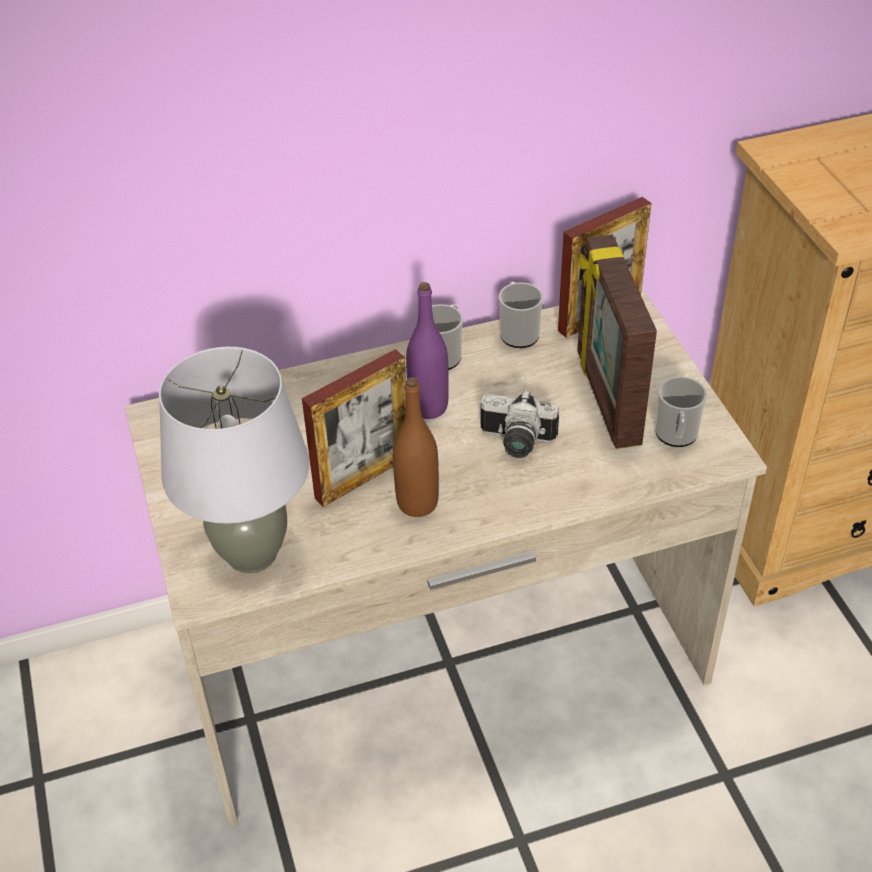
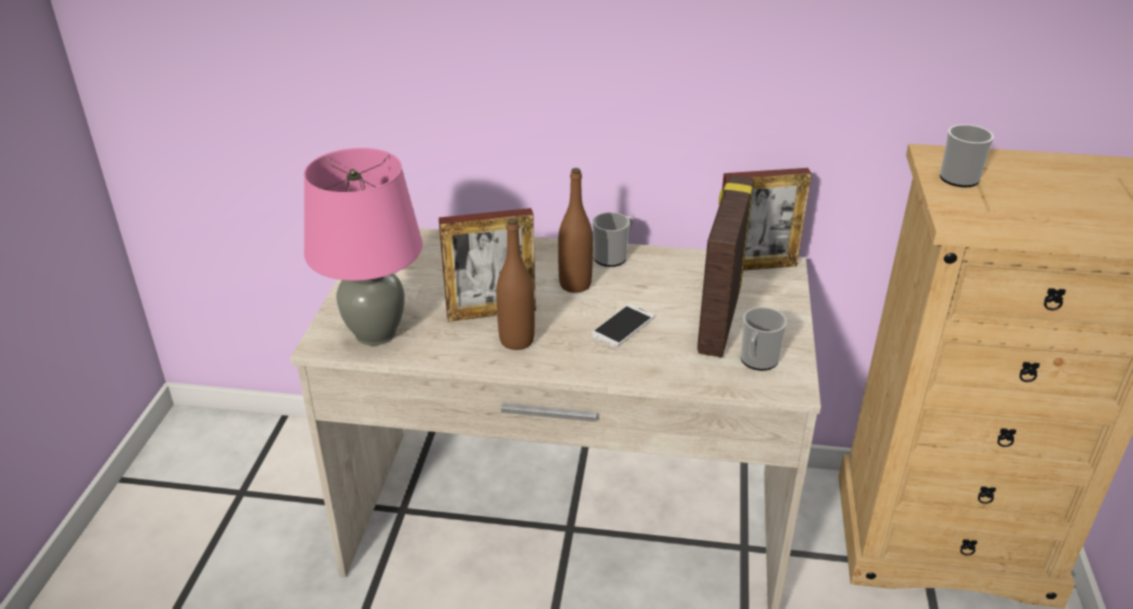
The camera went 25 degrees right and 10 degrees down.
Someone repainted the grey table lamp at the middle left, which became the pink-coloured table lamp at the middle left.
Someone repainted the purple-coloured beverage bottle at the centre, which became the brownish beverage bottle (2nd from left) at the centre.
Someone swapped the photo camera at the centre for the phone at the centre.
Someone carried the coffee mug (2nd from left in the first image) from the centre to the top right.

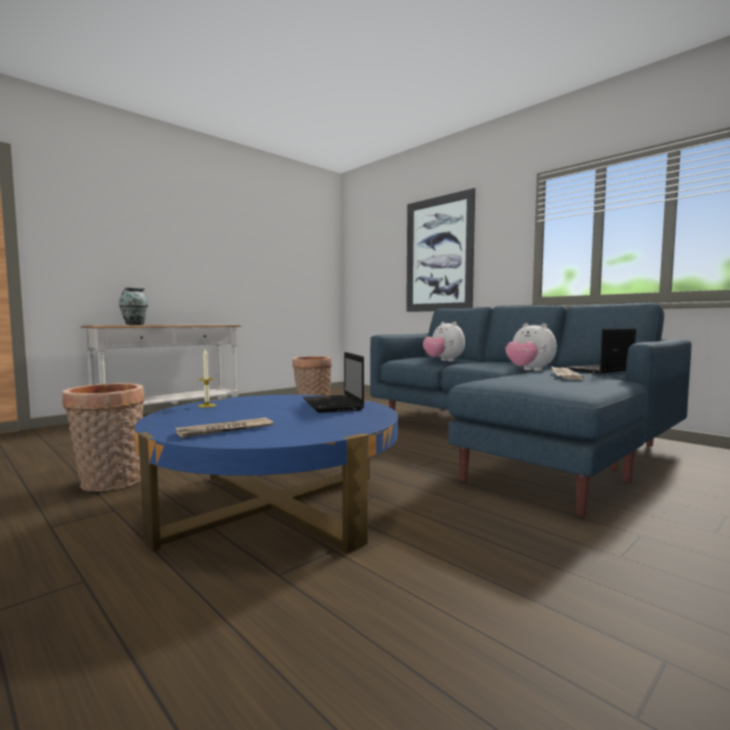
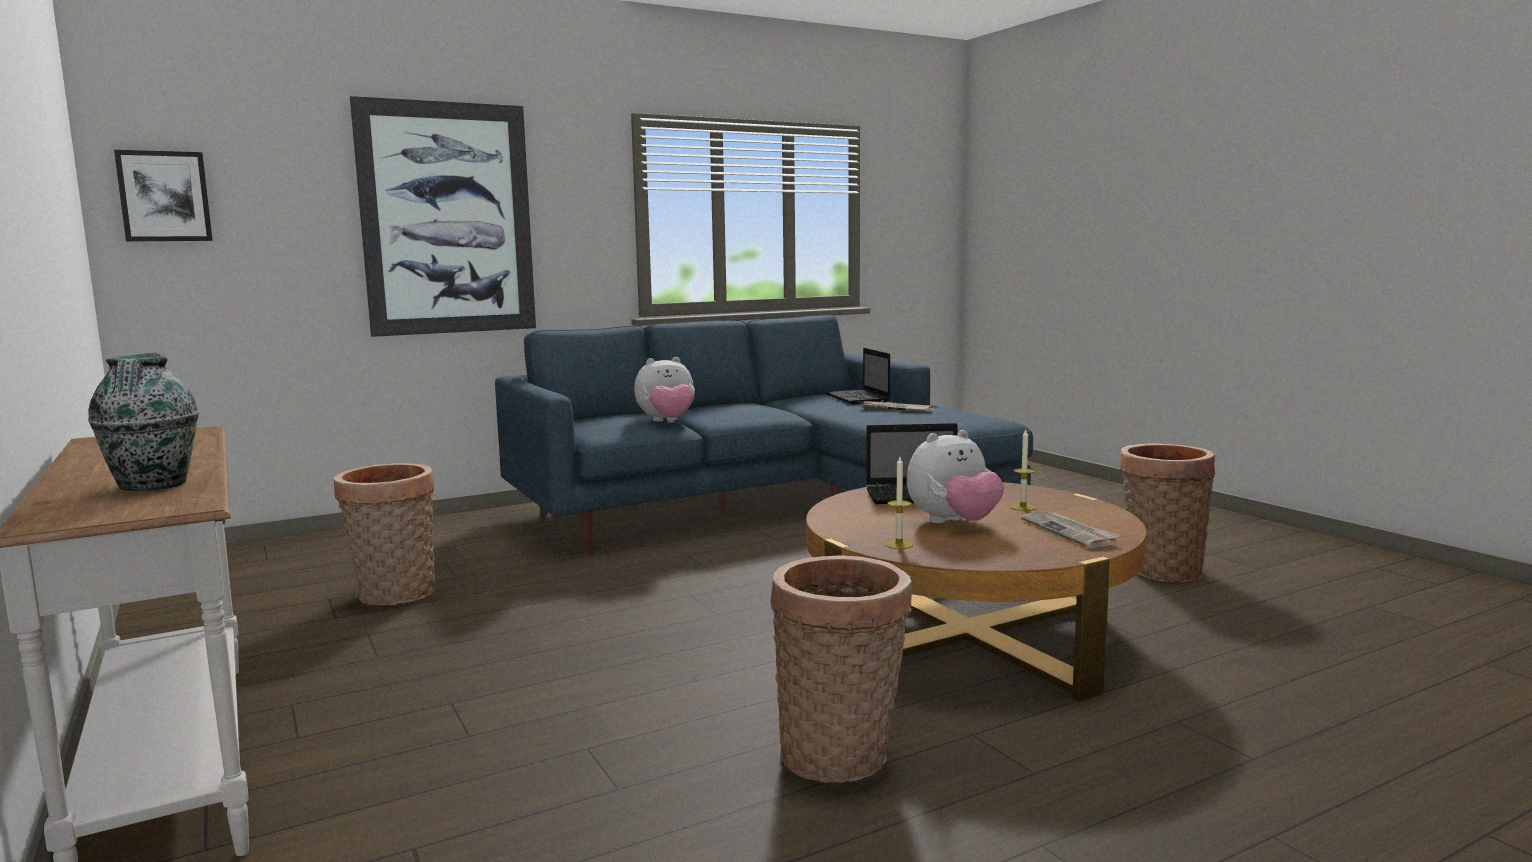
The camera went 75 degrees left and 5 degrees up.
Someone repainted the bluish coffee table at the centre, which became the brownish coffee table at the bottom centre.
Someone carried the cuddly toy (2nd from left) from the middle right to the centre.
Someone put up the wall art (1st from left) at the top left.
Someone put down the wax candle (2nd from left) at the middle right.
Someone put down the basket (3rd from left) at the middle right.

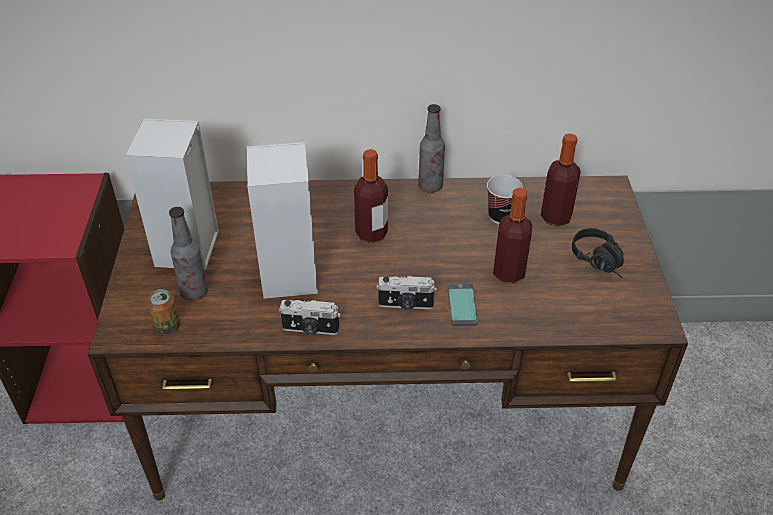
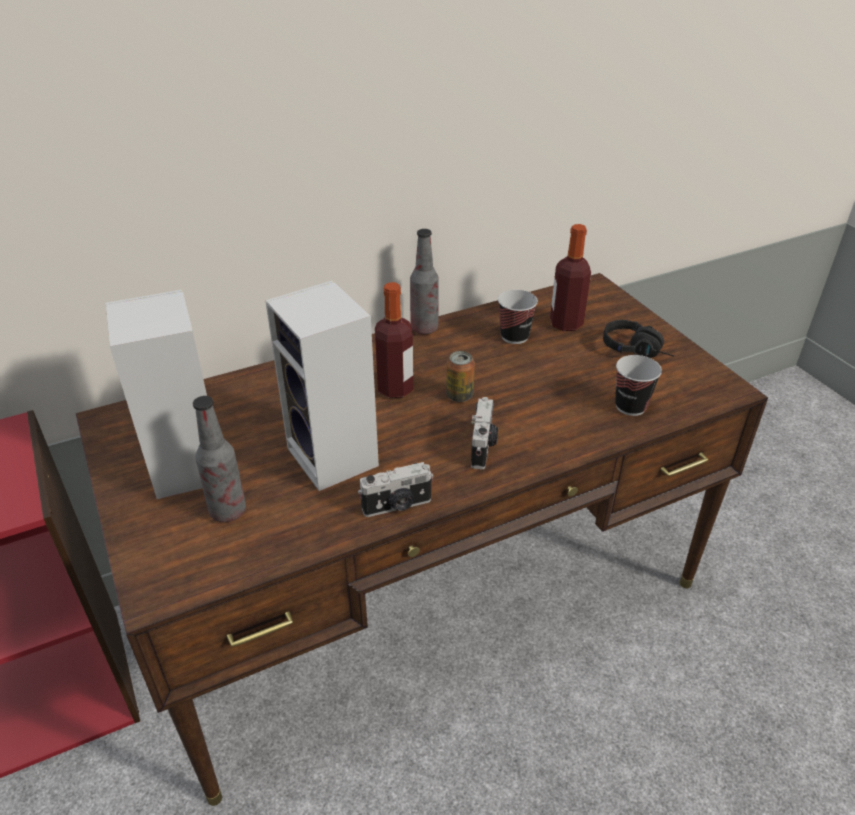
The camera went 25 degrees left and 5 degrees down.
Someone carried the can from the middle left to the centre.
Someone rotated the photo camera (2nd from left) at the centre by 60 degrees counterclockwise.
Someone took away the phone at the centre.
Someone took away the beverage bottle (4th from left) at the centre.
Someone put down the cup (2nd from left) at the middle right.

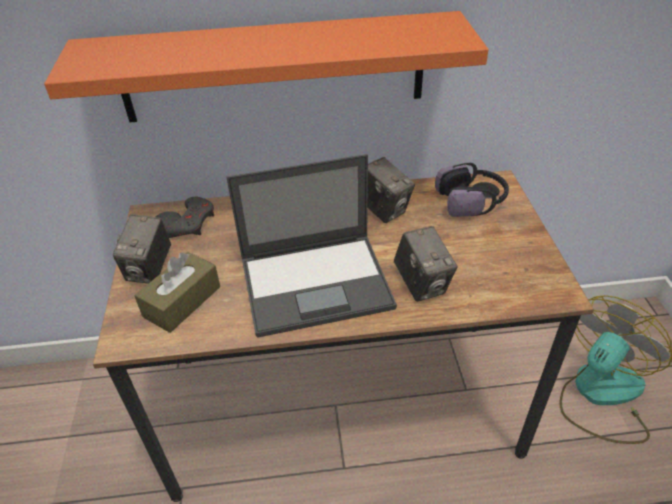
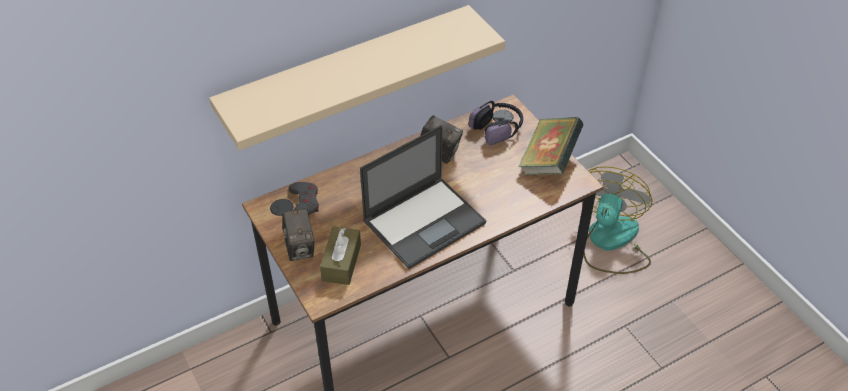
The camera went 25 degrees left and 5 degrees up.
Someone repainted the orangey bracket shelf at the top centre, which became the beige-coloured bracket shelf at the top centre.
Someone took away the photo camera (3rd from left) at the centre.
Someone put down the volume at the centre.

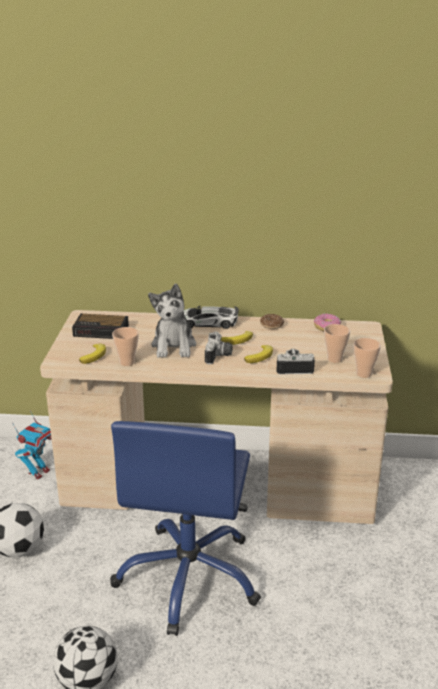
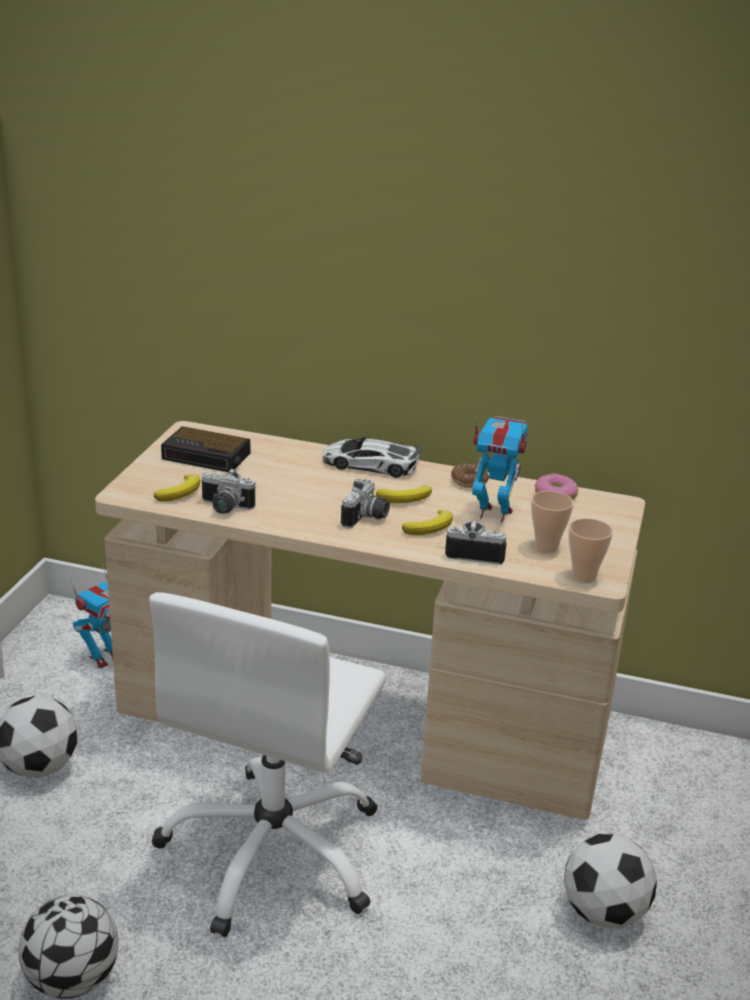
The camera went 10 degrees right and 0 degrees up.
Someone repainted the bluish computer chair at the bottom centre, which became the whitish computer chair at the bottom centre.
Someone swapped the cup (1st from left) at the middle left for the photo camera (1st from left) at the middle left.
Someone took away the cuddly toy at the centre.
Someone put down the toy robot (2nd from left) at the middle right.
Someone put down the football ball (3rd from left) at the bottom right.

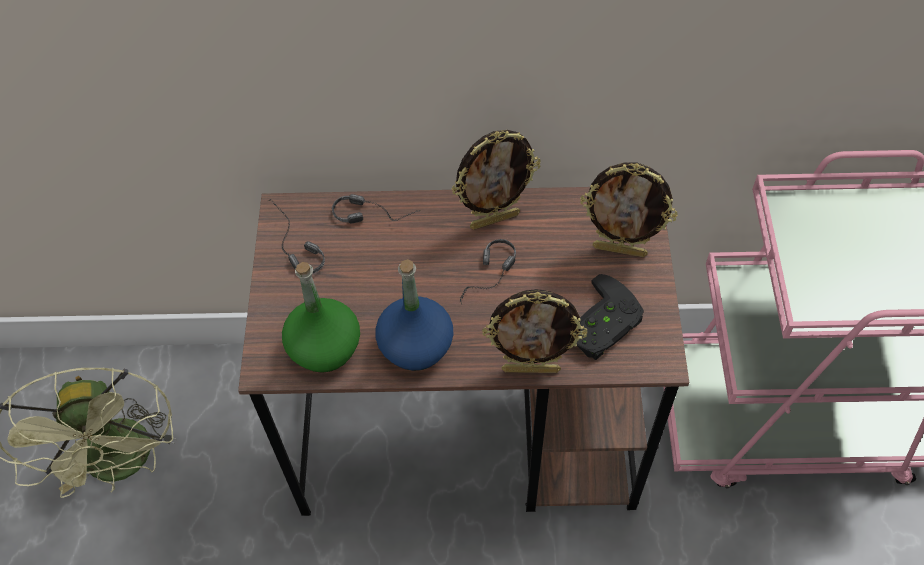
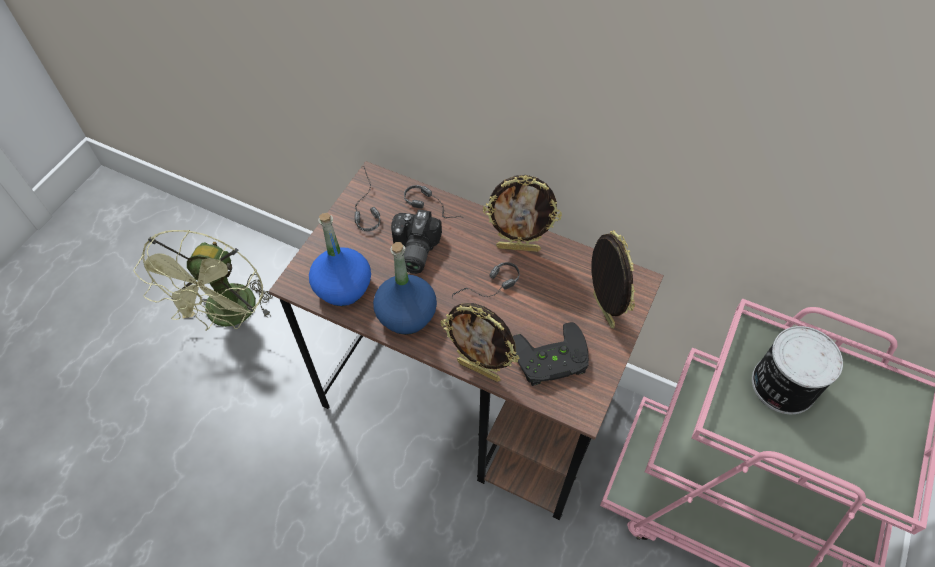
The camera went 25 degrees right and 0 degrees up.
Someone repainted the green-coloured beverage bottle at the centre, which became the bluish beverage bottle (1st from left) at the centre.
Someone rotated the picture frame (3rd from left) at the middle right by 150 degrees counterclockwise.
Someone put down the photo camera at the centre.
Someone put down the can at the middle right.

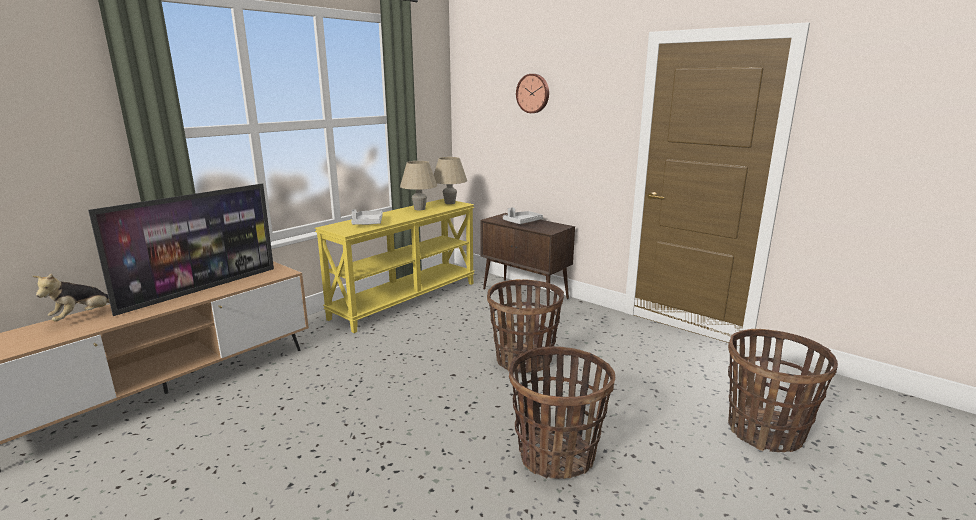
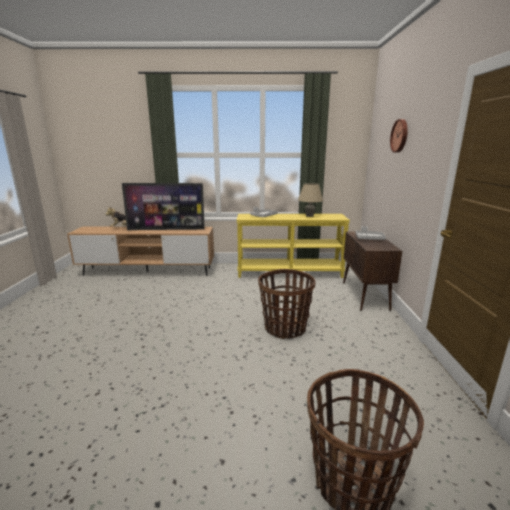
The camera went 50 degrees right and 0 degrees up.
Someone took away the beige-coloured table lamp (2nd from left) at the centre.
Someone took away the basket (2nd from left) at the bottom centre.

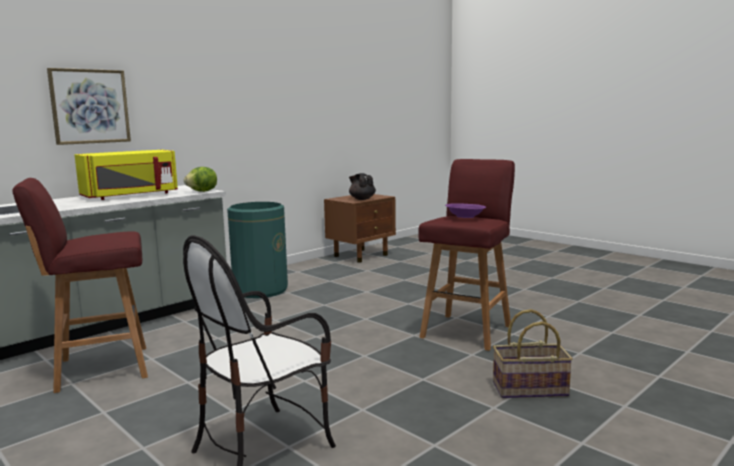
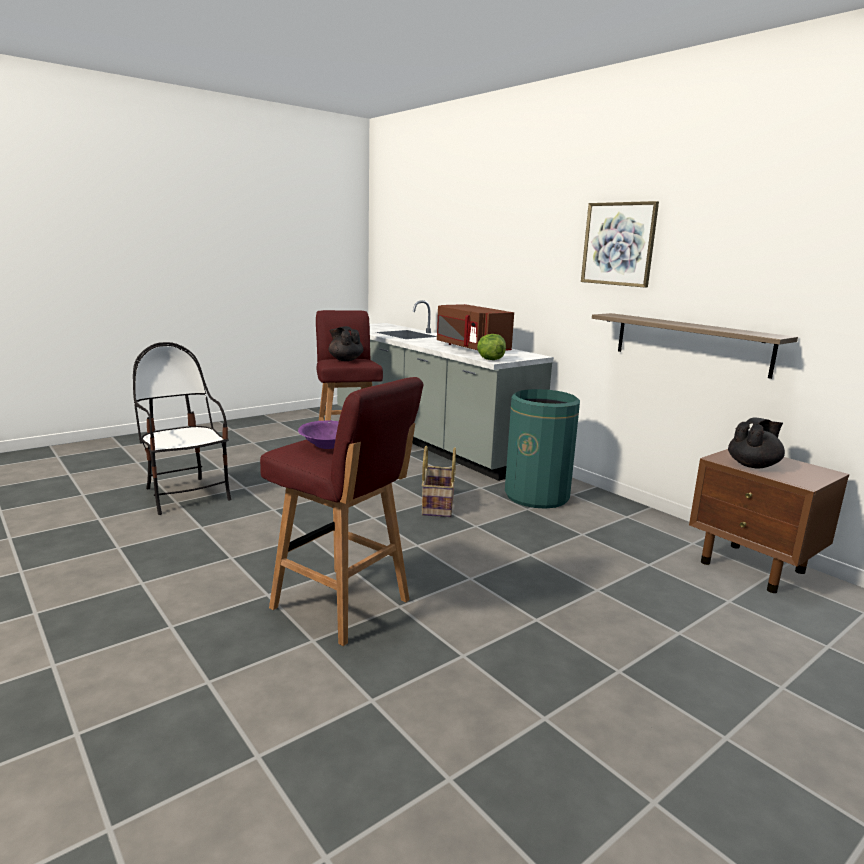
The camera went 95 degrees right and 5 degrees up.
Someone carried the wall art from the top left to the top right.
Someone repainted the yellow-coloured microwave oven at the middle left, which became the brownish microwave oven at the centre.
Someone carried the basket from the bottom right to the centre.
Someone put down the black-coloured pot for tea (1st from left) at the centre.
Someone put up the bracket shelf at the middle right.

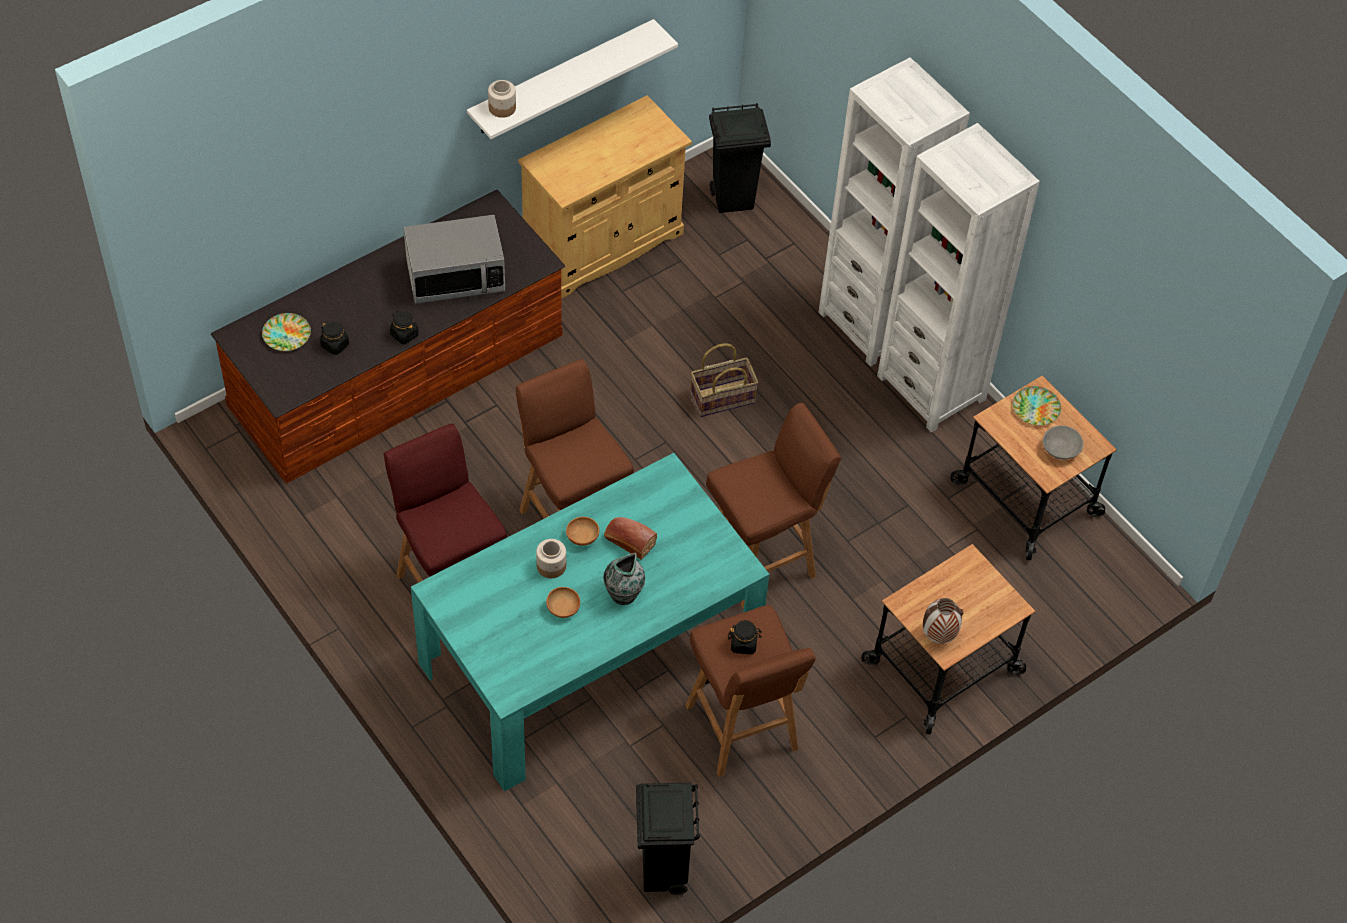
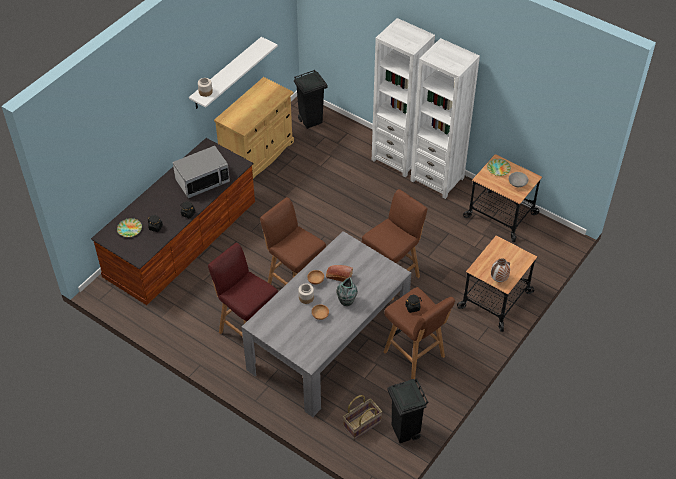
The camera went 15 degrees left and 5 degrees down.
Someone repainted the blue-green kitchen table at the bottom centre, which became the grey kitchen table at the bottom centre.
Someone carried the basket from the centre to the bottom centre.

